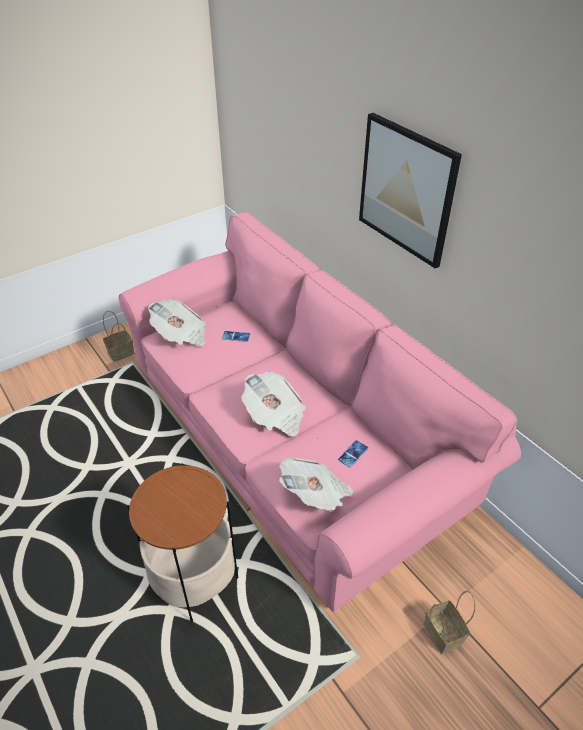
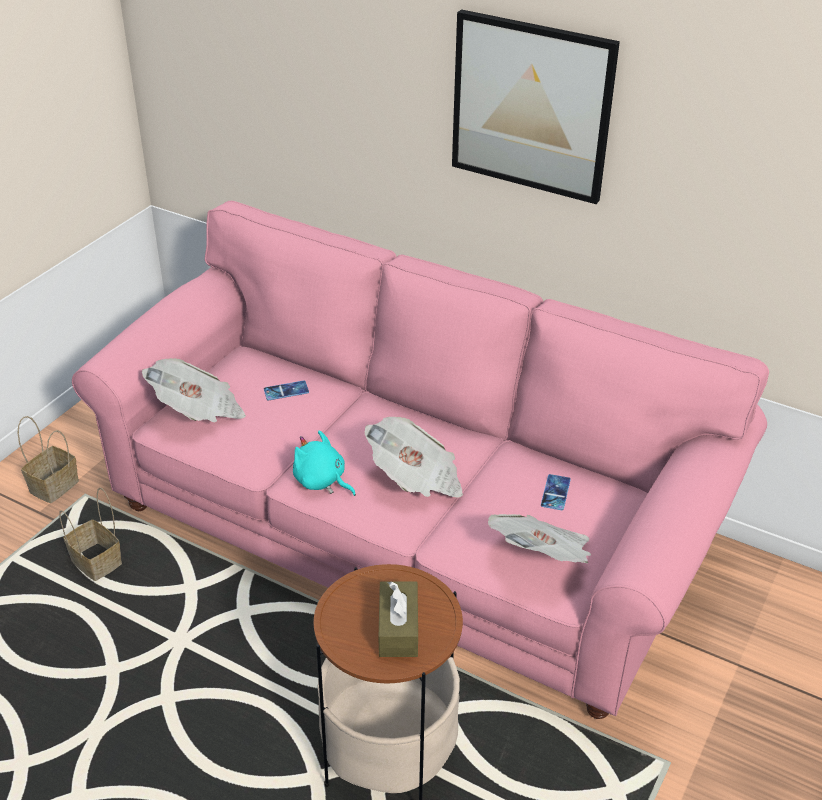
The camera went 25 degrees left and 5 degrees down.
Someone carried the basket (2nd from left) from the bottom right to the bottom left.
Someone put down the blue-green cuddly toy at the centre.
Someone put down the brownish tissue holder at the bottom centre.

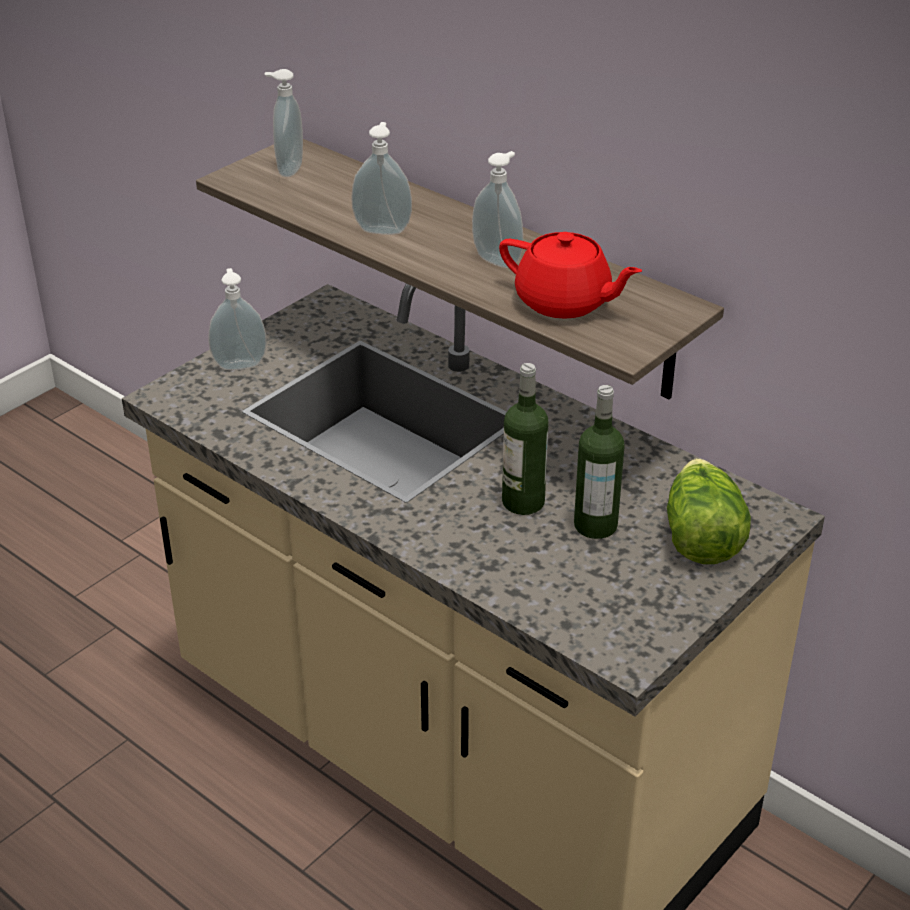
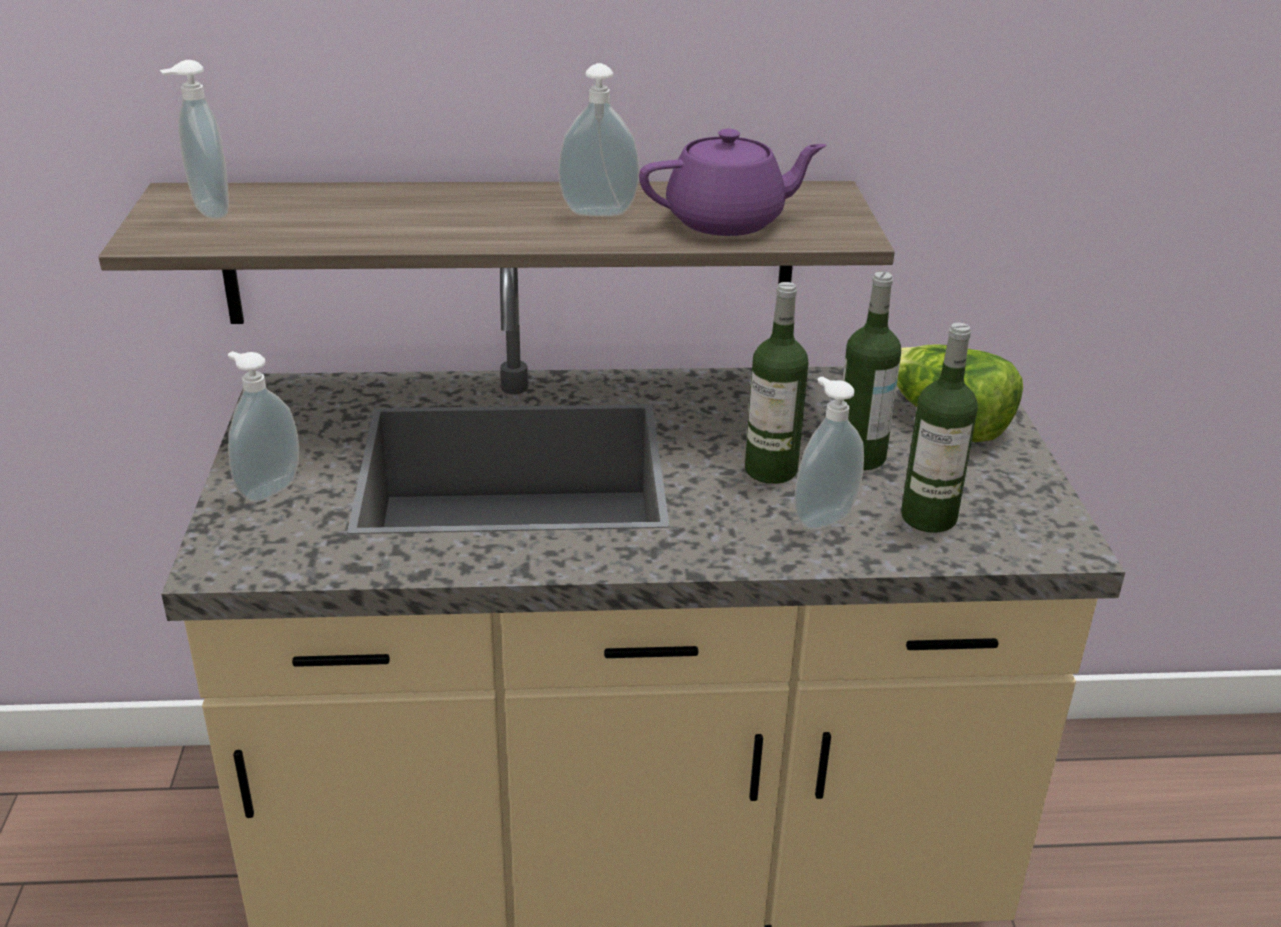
The camera went 45 degrees left and 5 degrees down.
Someone carried the soap bottle (3rd from left in the first image) from the top centre to the centre.
Someone repainted the red pot for tea at the top centre, which became the purple-coloured pot for tea at the top centre.
Someone put down the beverage bottle (3rd from left) at the middle right.

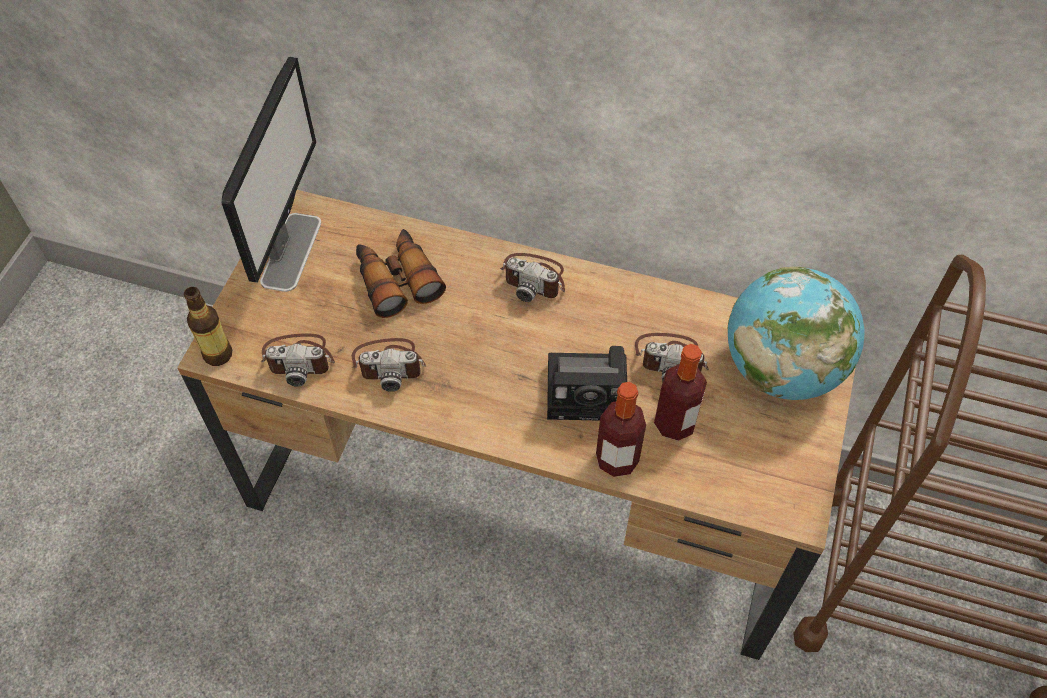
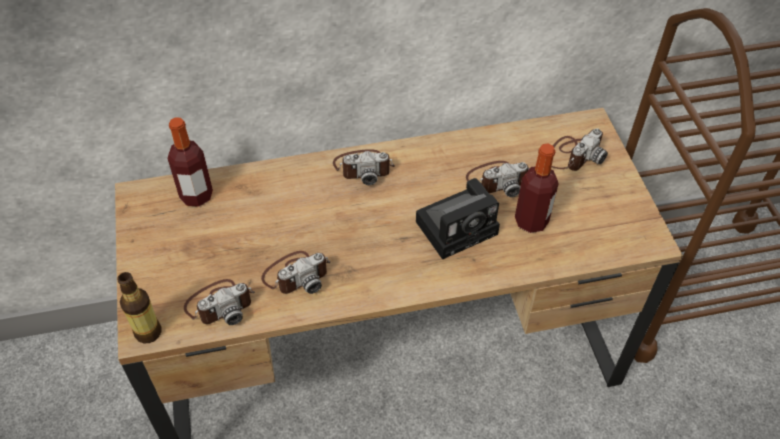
The camera went 30 degrees left and 5 degrees down.
Someone took away the monitor at the top left.
Someone took away the binoculars at the centre.
Someone carried the beverage bottle (2nd from left) from the centre to the middle left.
Someone swapped the globe at the middle right for the photo camera (6th from left) at the middle right.

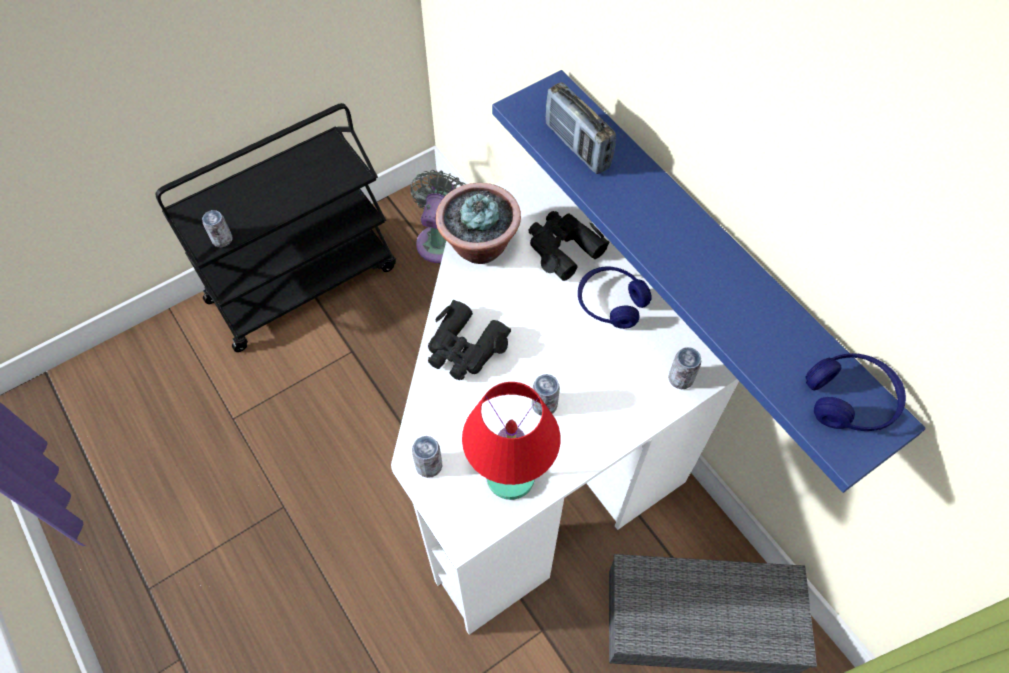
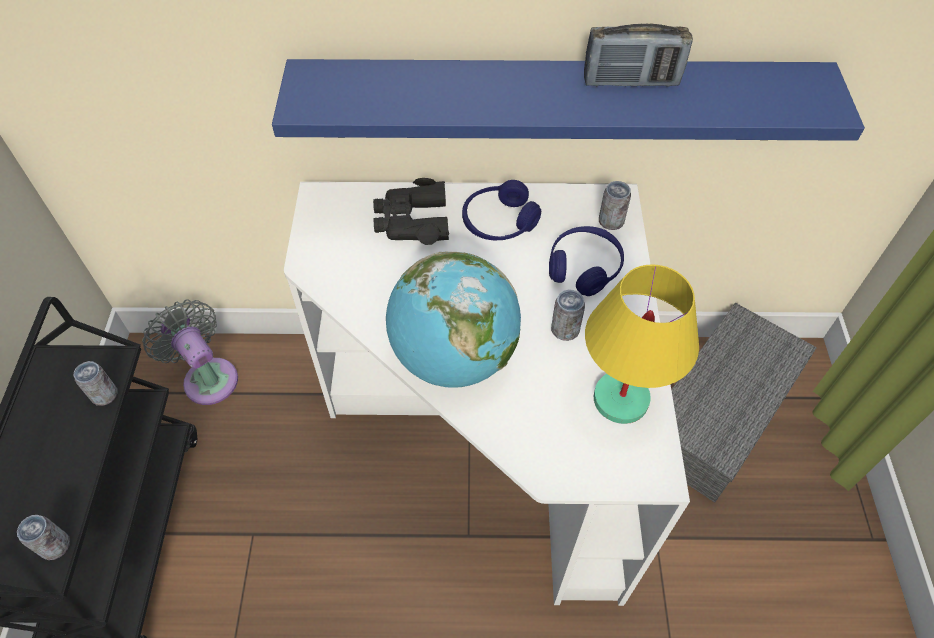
The camera went 55 degrees left and 5 degrees down.
Someone carried the can (2nd from left) from the bottom centre to the middle left.
Someone swapped the black-coloured binoculars (1st from left) at the centre for the globe at the centre.
Someone took away the houseplant at the top centre.
Someone repainted the red table lamp at the centre, which became the yellow-coloured table lamp at the middle right.
Someone carried the radio receiver from the top centre to the top right.
Someone carried the bluish headphones (2nd from left) from the middle right to the centre.

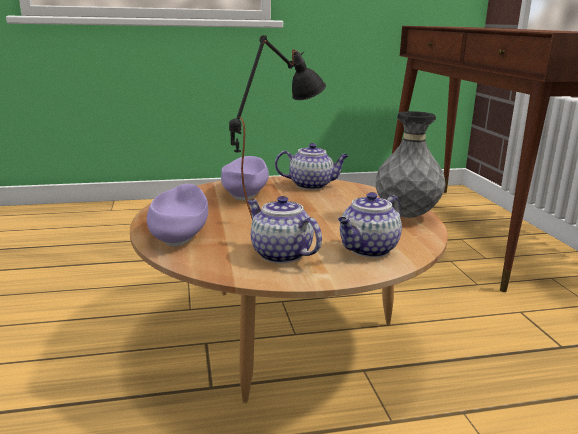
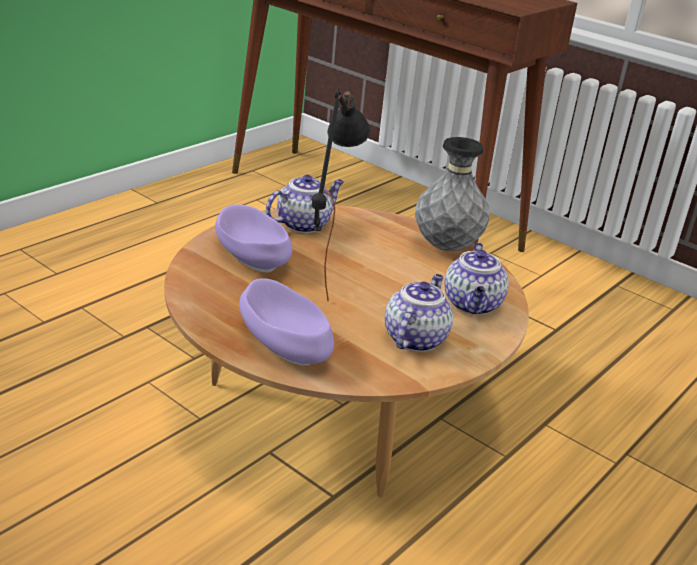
The camera went 40 degrees left and 10 degrees up.
Someone rotated the pot for tea (1st from left in the first image) at the centre by 105 degrees clockwise.

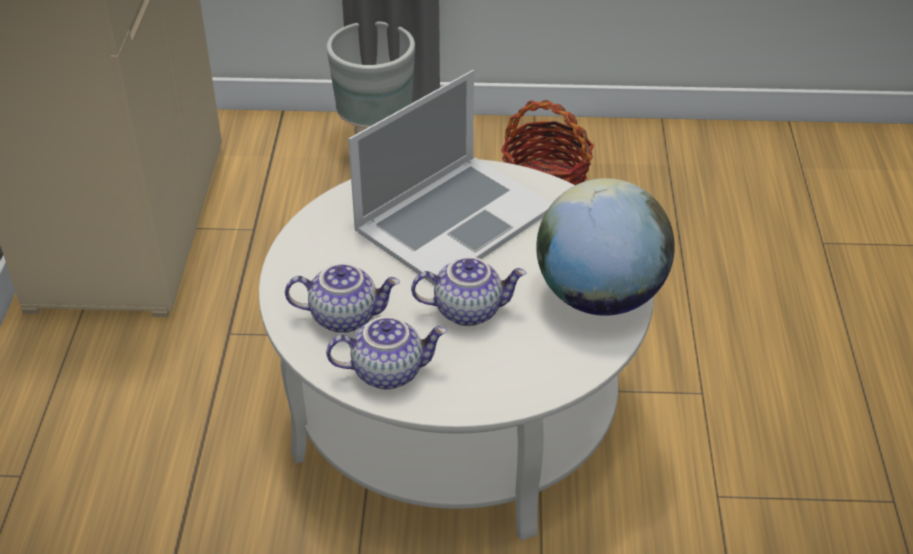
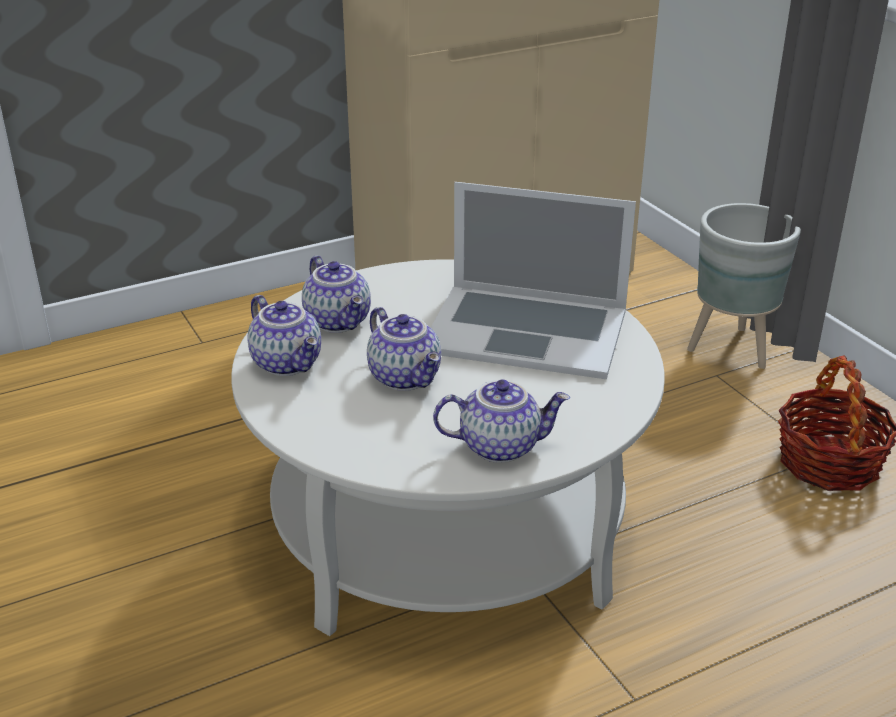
The camera went 60 degrees right and 10 degrees down.
Someone swapped the globe at the centre for the pot for tea (4th from left) at the centre.

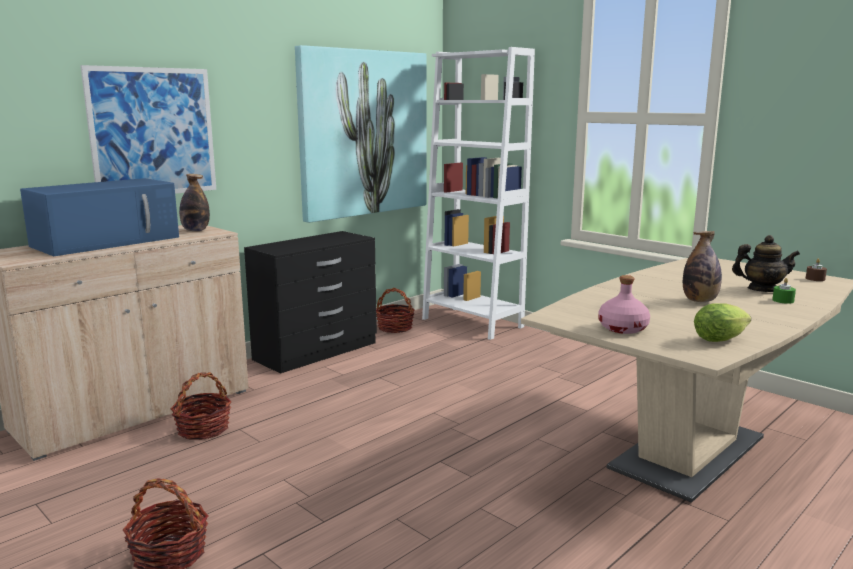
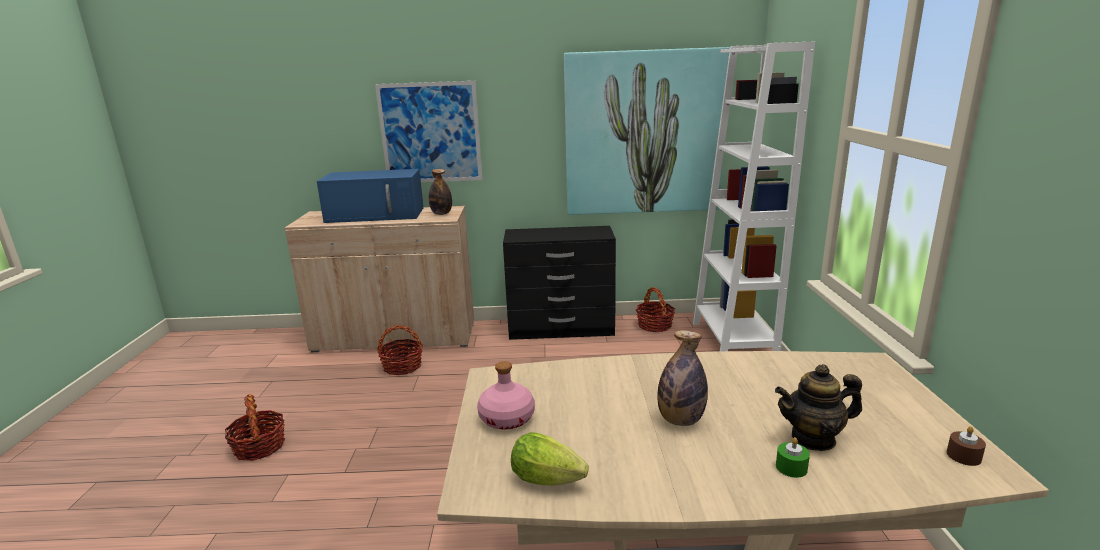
The camera went 45 degrees right and 5 degrees up.
Someone rotated the pot for tea at the middle right by 120 degrees clockwise.

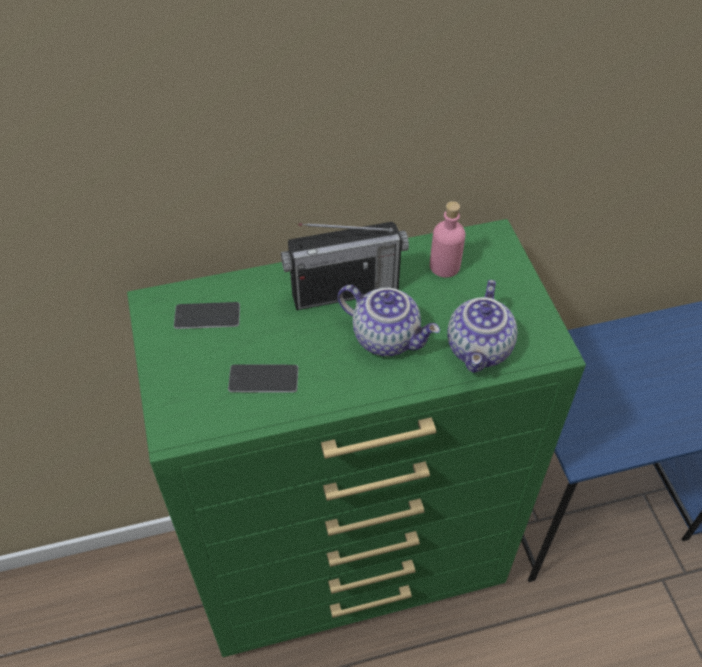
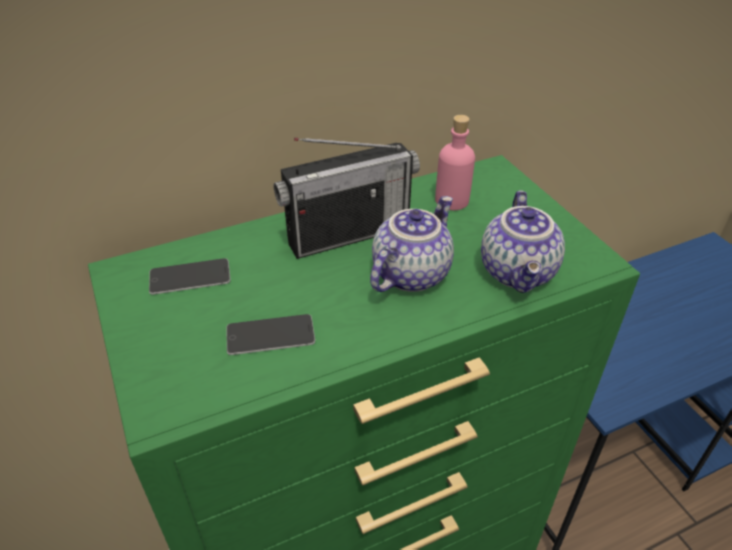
The camera went 10 degrees left and 10 degrees down.
Someone rotated the pot for tea (1st from left) at the centre by 75 degrees counterclockwise.

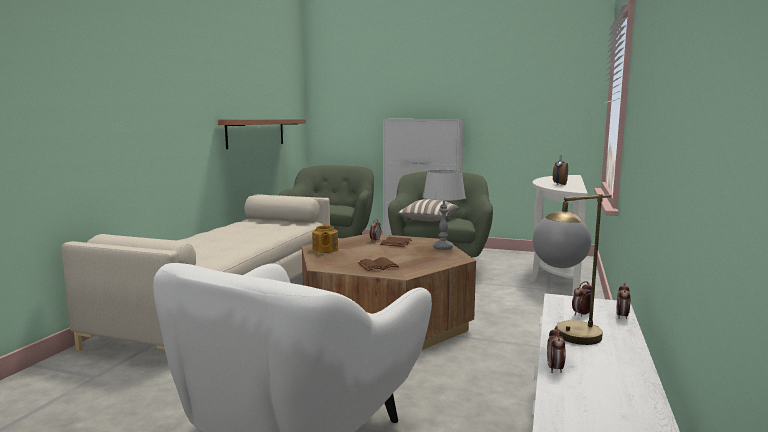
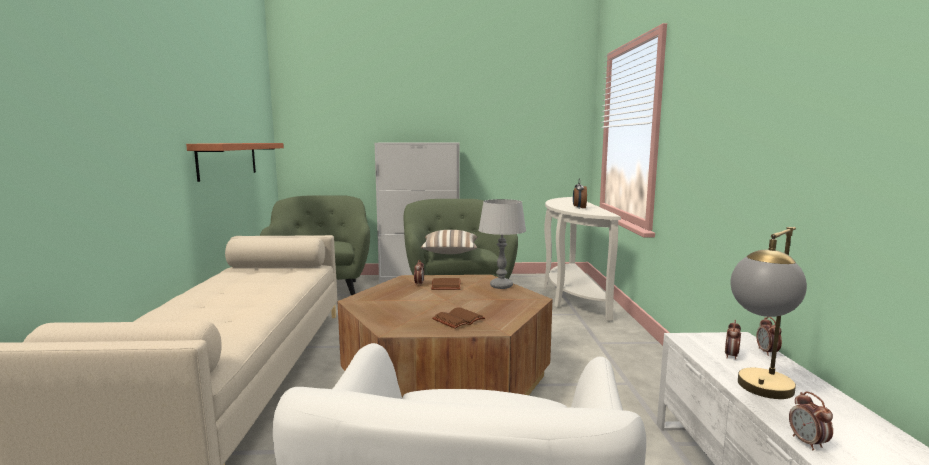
The camera went 20 degrees left and 0 degrees up.
Someone took away the pot for tea at the centre.

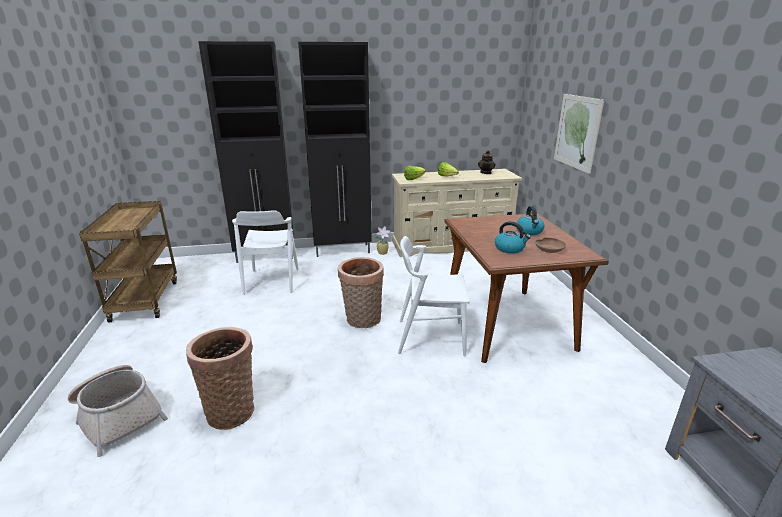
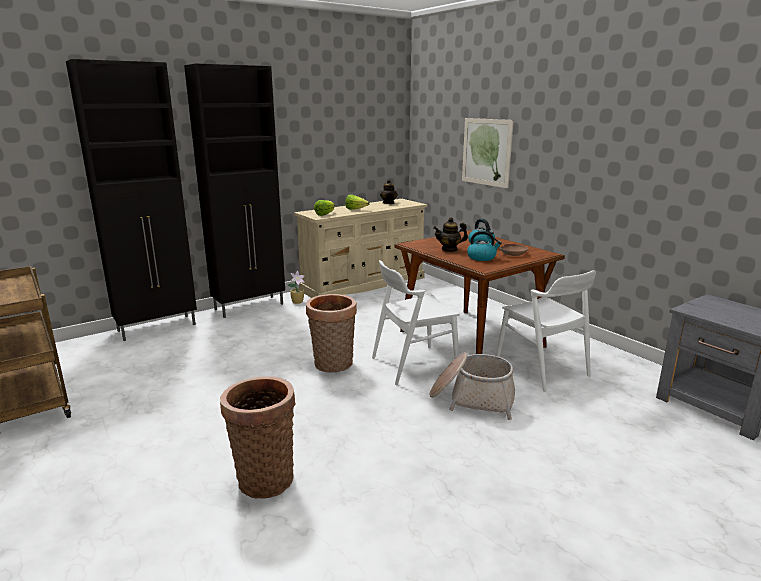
The camera went 25 degrees left and 5 degrees down.
Someone carried the basket (1st from left in the first image) from the bottom left to the centre.
Someone carried the whitish chair (1st from left in the first image) from the centre to the middle right.
Someone put down the pot for tea (2nd from left) at the centre.

